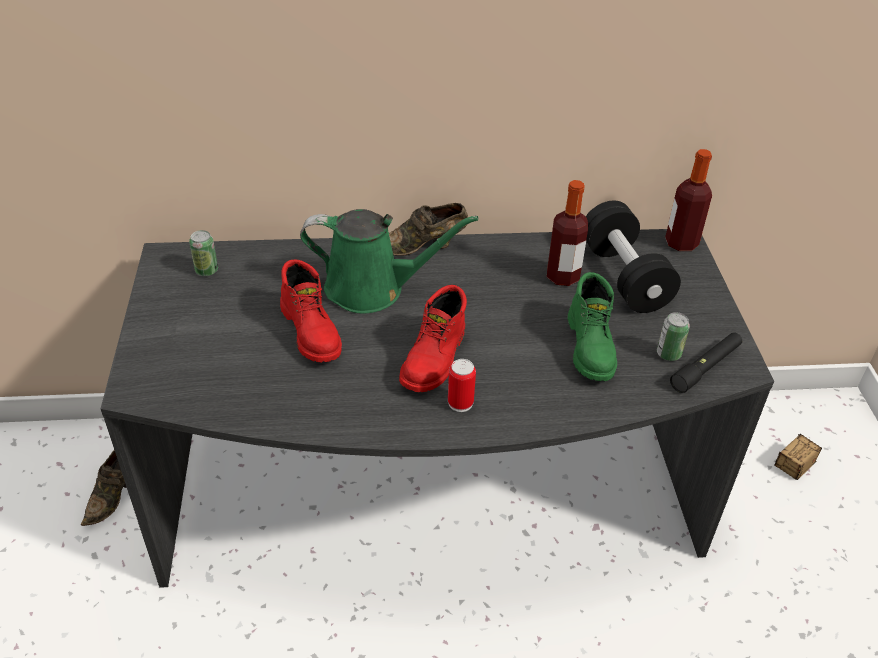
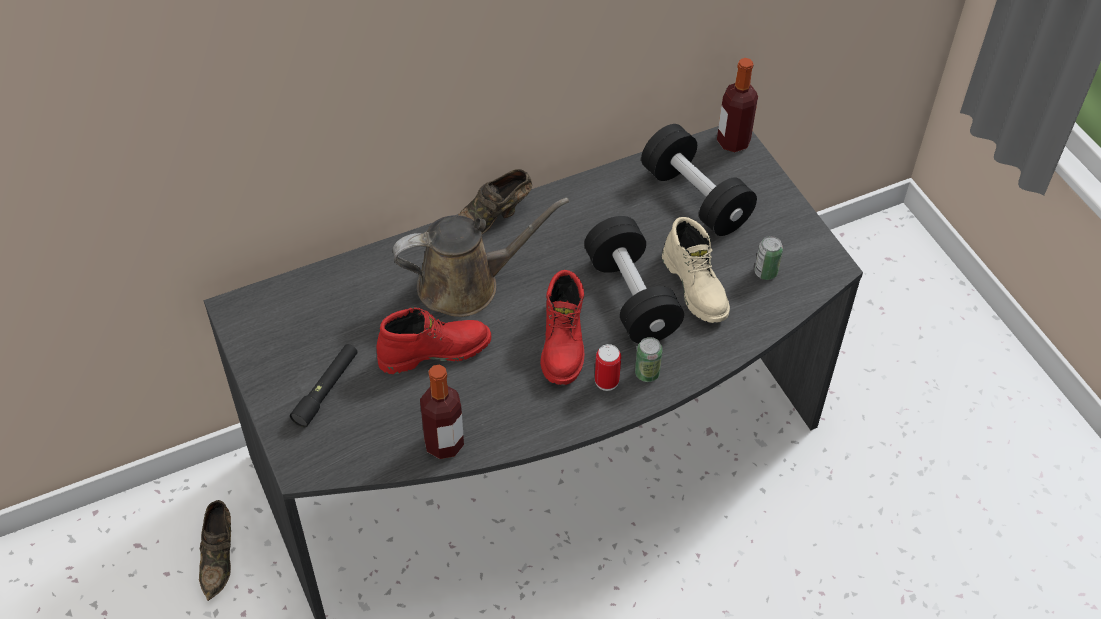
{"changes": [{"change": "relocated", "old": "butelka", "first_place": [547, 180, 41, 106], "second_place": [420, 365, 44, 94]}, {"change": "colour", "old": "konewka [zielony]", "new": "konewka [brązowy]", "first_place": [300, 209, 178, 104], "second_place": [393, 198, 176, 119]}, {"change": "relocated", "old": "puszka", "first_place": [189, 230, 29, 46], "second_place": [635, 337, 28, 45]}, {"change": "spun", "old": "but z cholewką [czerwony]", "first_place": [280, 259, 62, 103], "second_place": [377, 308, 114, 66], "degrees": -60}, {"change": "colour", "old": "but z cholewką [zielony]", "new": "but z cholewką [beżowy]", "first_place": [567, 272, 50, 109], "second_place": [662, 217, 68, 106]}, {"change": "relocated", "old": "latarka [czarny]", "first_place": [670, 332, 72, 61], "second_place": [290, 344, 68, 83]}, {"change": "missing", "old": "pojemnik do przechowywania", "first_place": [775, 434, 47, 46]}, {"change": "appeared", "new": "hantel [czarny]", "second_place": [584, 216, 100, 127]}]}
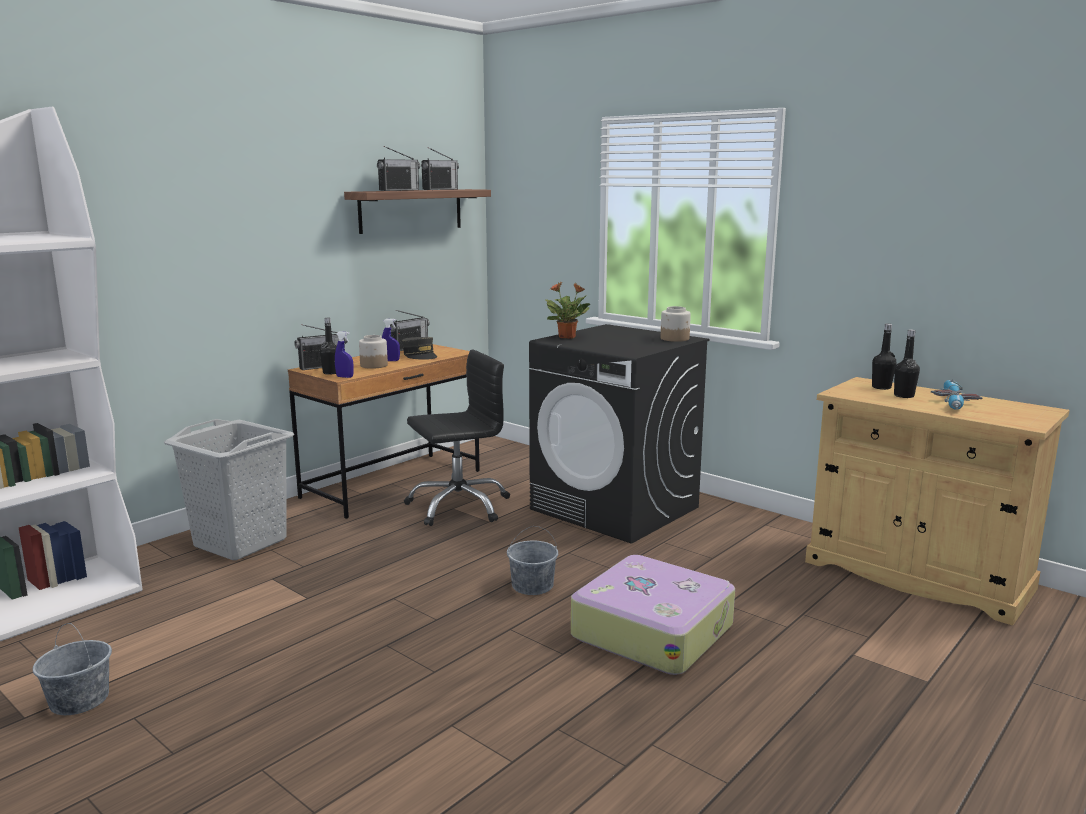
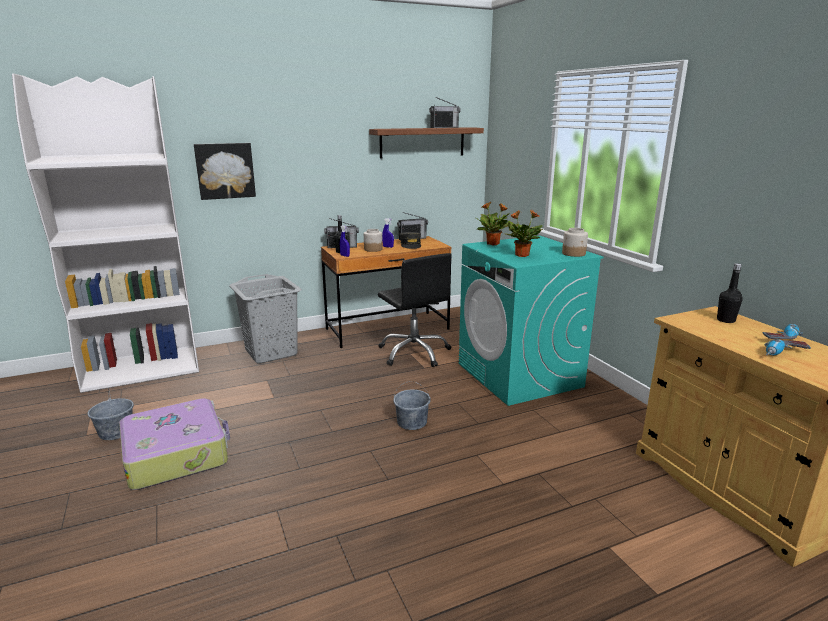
{"changes": [{"change": "missing", "old": "radio", "first_place": [377, 146, 43, 45]}, {"change": "colour", "old": "pralka [czarny]", "new": "pralka [turkusowy]", "first_place": [529, 324, 181, 220], "second_place": [459, 236, 145, 170]}, {"change": "missing", "old": "butelka [czarny]", "first_place": [894, 330, 26, 68]}, {"change": "spun", "old": "krzesło biurowe [czarny]", "first_place": [404, 350, 106, 176], "second_place": [378, 253, 74, 114], "degrees": 60}, {"change": "relocated", "old": "walizka", "first_place": [571, 555, 164, 120], "second_place": [119, 398, 111, 92]}, {"change": "appeared", "new": "obraz", "second_place": [194, 143, 62, 57]}, {"change": "appeared", "new": "roślina doniczkowa", "second_place": [506, 210, 37, 47]}]}
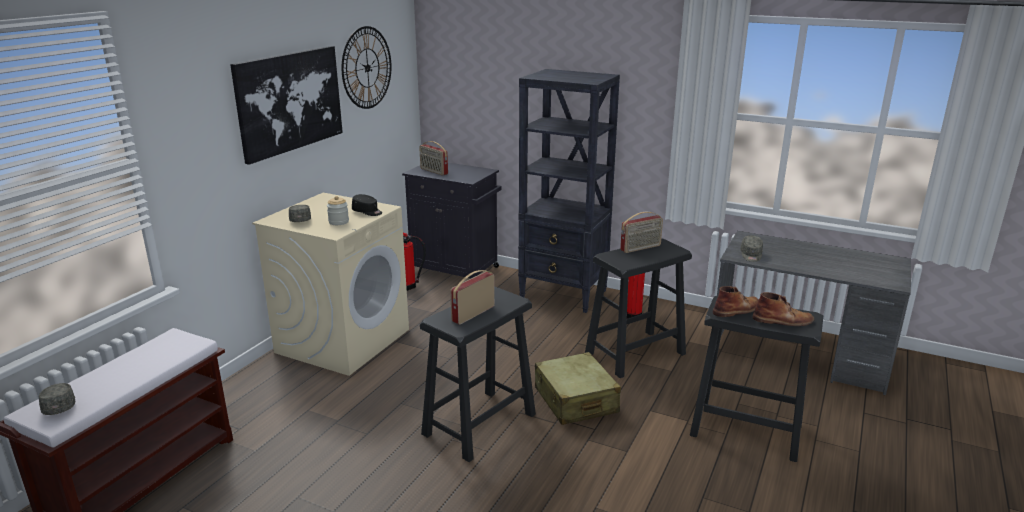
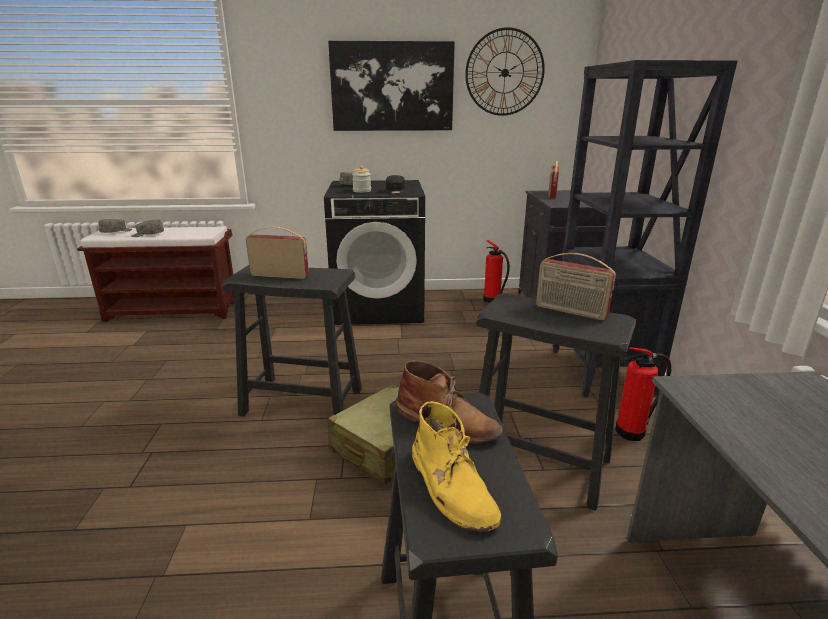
{"changes": [{"change": "colour", "old": "pralka [beżowy]", "new": "pralka [czarny]", "first_place": [252, 193, 157, 183], "second_place": [324, 180, 101, 145]}, {"change": "relocated", "old": "czapka z daszkiem [szary]", "first_place": [740, 235, 23, 27], "second_place": [131, 219, 33, 18]}, {"change": "colour", "old": "but z cholewką [brązowy]", "new": "but z cholewką [żółty]", "first_place": [753, 292, 62, 34], "second_place": [412, 401, 89, 131]}]}
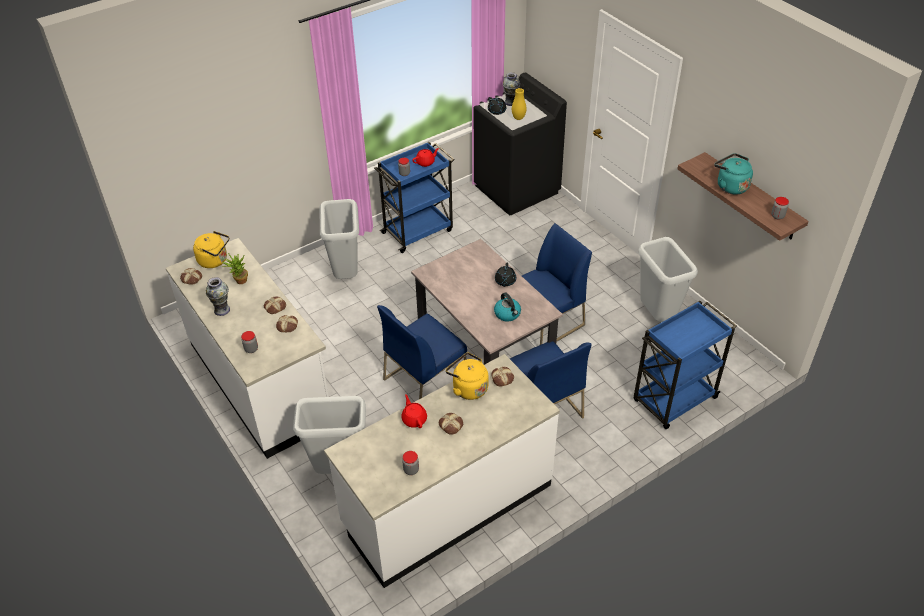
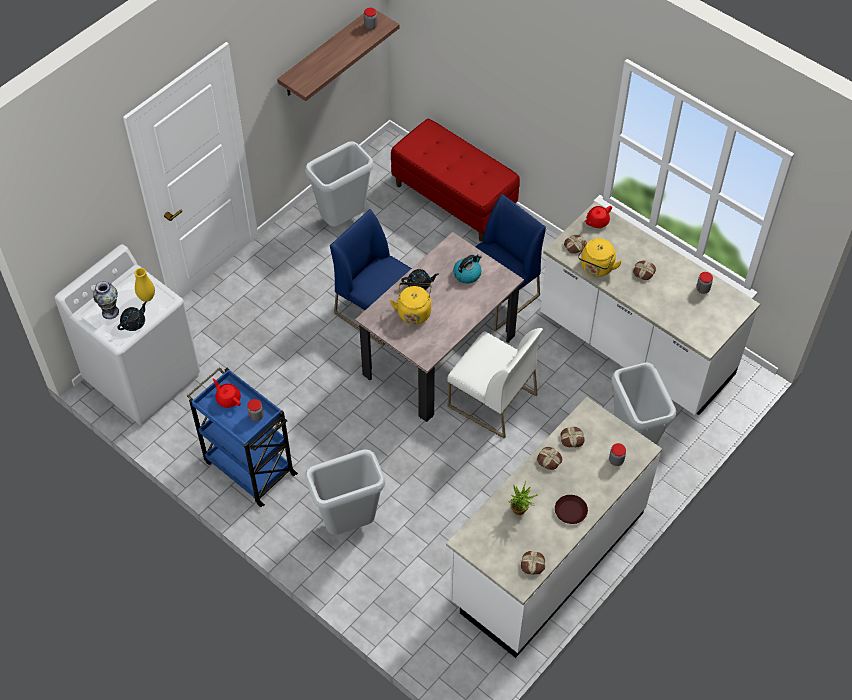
{"changes": [{"change": "colour", "old": "pralka [czarny]", "new": "pralka [biały]", "first_place": [474, 73, 93, 142], "second_place": [54, 244, 146, 181]}, {"change": "missing", "old": "czajnik [turkusowy]", "first_place": [714, 153, 39, 42]}, {"change": "relocated", "old": "czajnik [żółty]", "first_place": [193, 231, 36, 37], "second_place": [390, 282, 41, 43]}, {"change": "exchanged", "old": "wazon", "new": "talerz [brązowy]", "first_place": [206, 277, 24, 39], "second_place": [555, 495, 33, 29]}, {"change": "exchanged", "old": "wózek [niebieski]", "new": "ławka [czerwony]", "first_place": [633, 301, 104, 128], "second_place": [391, 119, 129, 123]}, {"change": "colour", "old": "krzesło [niebieski]", "new": "krzesło [biały]", "first_place": [377, 305, 90, 94], "second_place": [447, 328, 96, 111]}, {"change": "relocated", "old": "imbryk [czerwony]", "first_place": [401, 394, 26, 34], "second_place": [584, 206, 28, 22]}]}
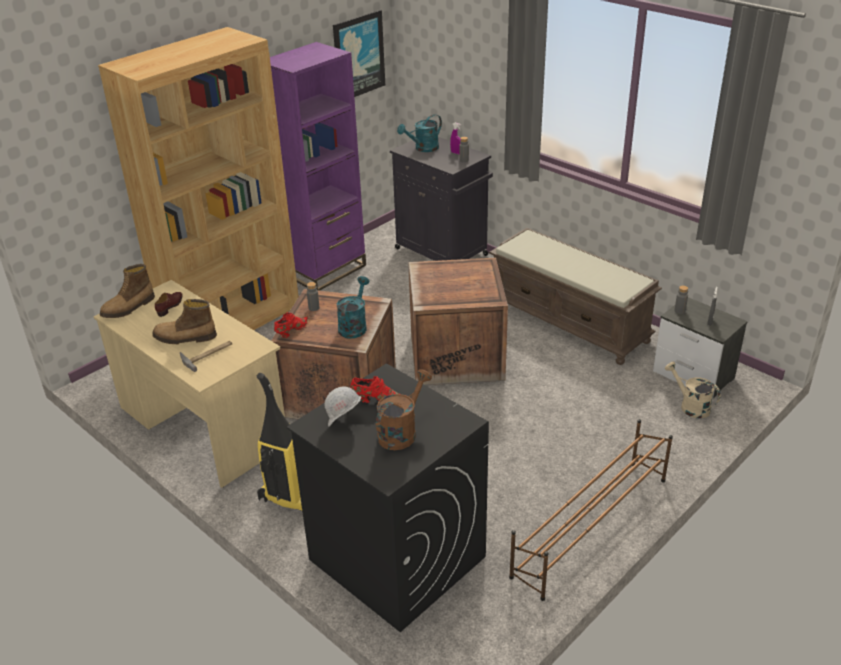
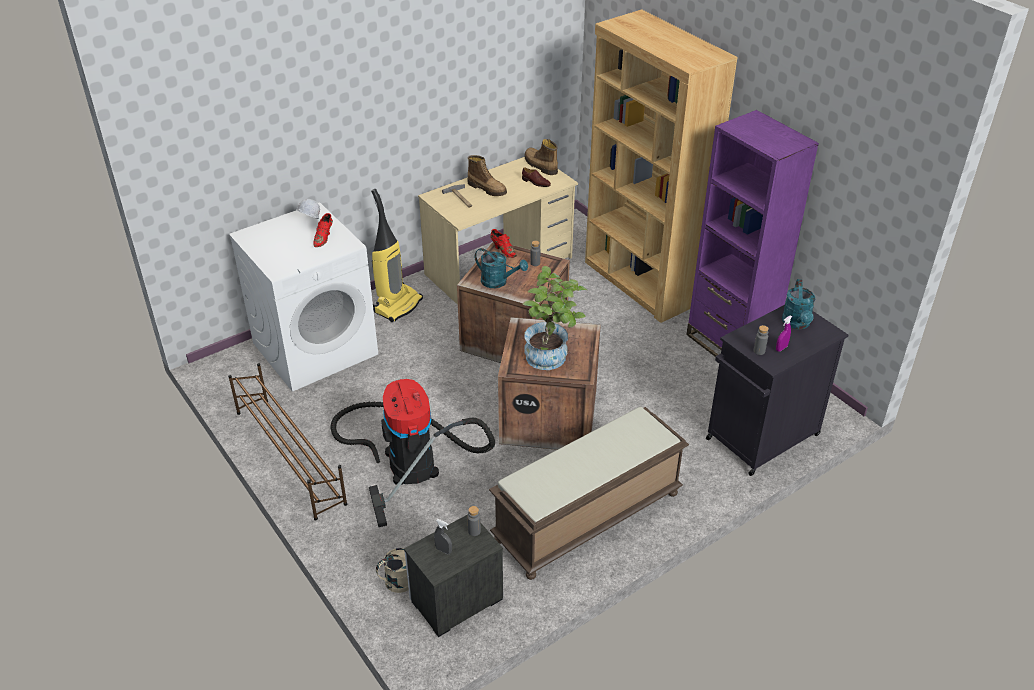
{"changes": [{"change": "missing", "old": "obraz", "first_place": [333, 10, 52, 87]}, {"change": "spun", "old": "konewka [turkusowy]", "first_place": [397, 114, 45, 38], "second_place": [782, 279, 33, 51], "degrees": -150}, {"change": "spun", "old": "but z cholewką", "first_place": [152, 299, 65, 45], "second_place": [468, 155, 39, 41], "degrees": 120}, {"change": "colour", "old": "pralka [czarny]", "new": "pralka [biały]", "first_place": [287, 364, 202, 268], "second_place": [229, 202, 149, 190]}, {"change": "missing", "old": "konewka [brązowy]", "first_place": [376, 369, 56, 81]}, {"change": "appeared", "new": "roślina doniczkowa", "second_place": [523, 266, 64, 104]}, {"change": "appeared", "new": "odkurzacz", "second_place": [330, 379, 165, 148]}]}
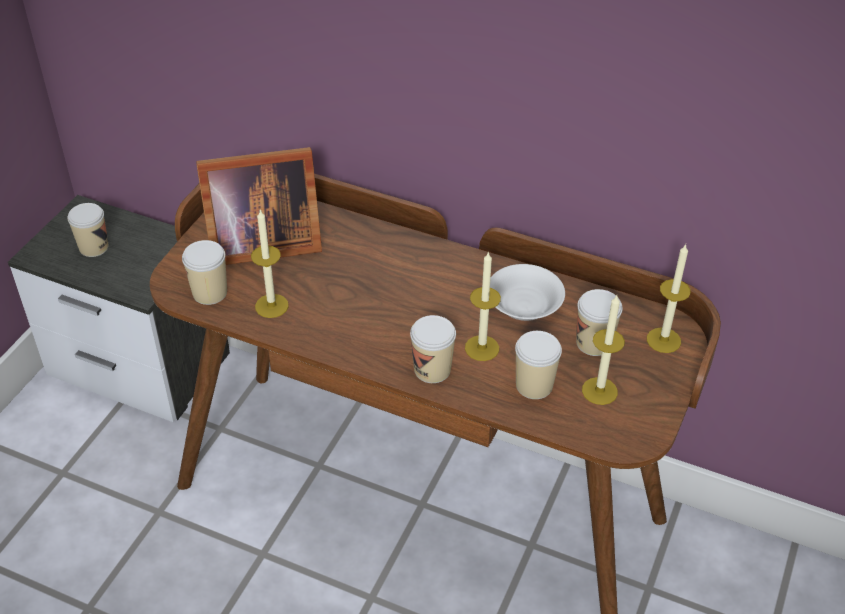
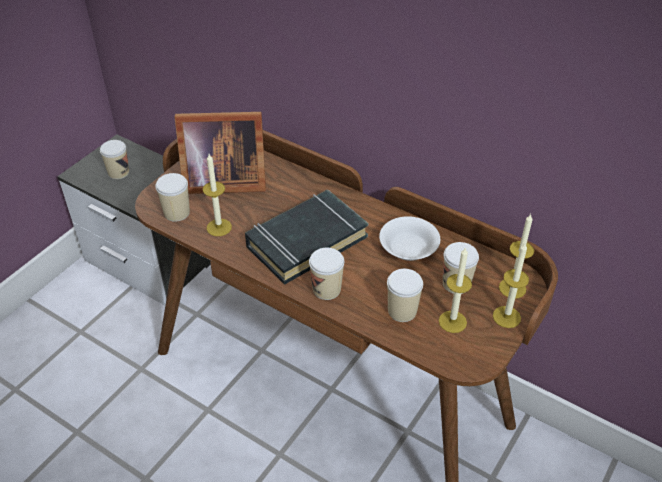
{"changes": [{"change": "relocated", "old": "świeca", "first_place": [465, 251, 36, 110], "second_place": [493, 243, 36, 85]}, {"change": "appeared", "new": "książka [czarny]", "second_place": [245, 190, 123, 95]}]}
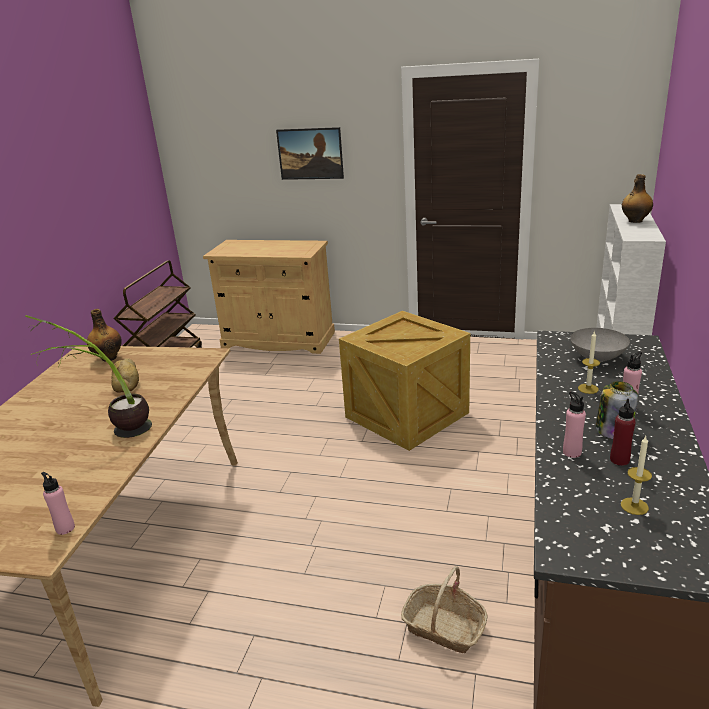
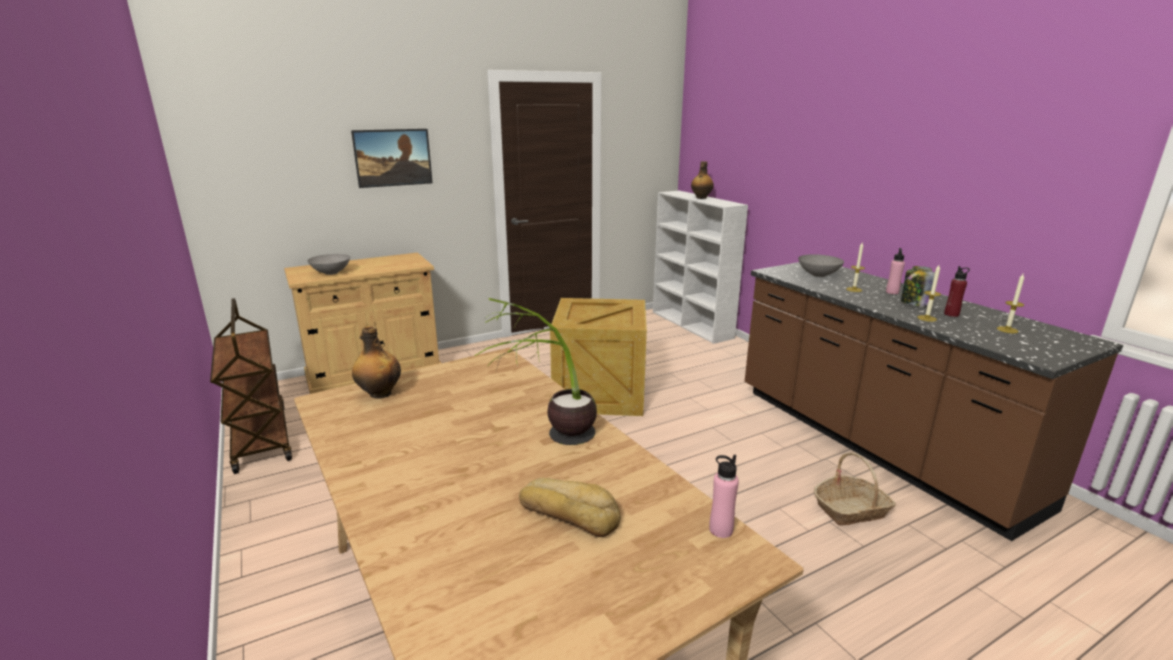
{"changes": [{"change": "relocated", "old": "chleb", "first_place": [111, 359, 28, 33], "second_place": [519, 478, 102, 59]}, {"change": "exchanged", "old": "butelka [różowy]", "new": "świeca", "first_place": [563, 392, 23, 66], "second_place": [917, 265, 24, 57]}, {"change": "appeared", "new": "miska [szary]", "second_place": [308, 254, 42, 21]}]}
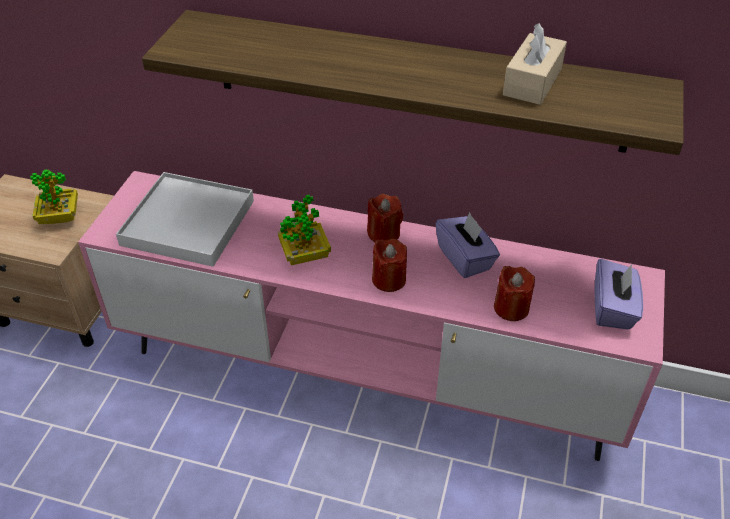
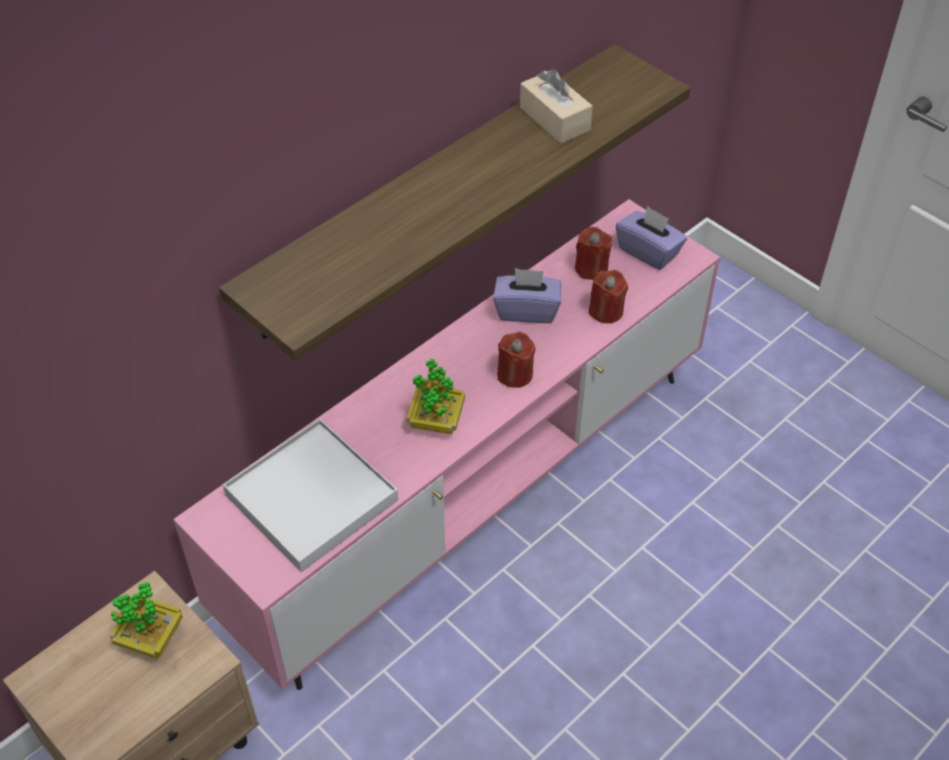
{"changes": [{"change": "relocated", "old": "świeca [czerwony]", "first_place": [367, 194, 36, 48], "second_place": [575, 227, 37, 53]}]}
